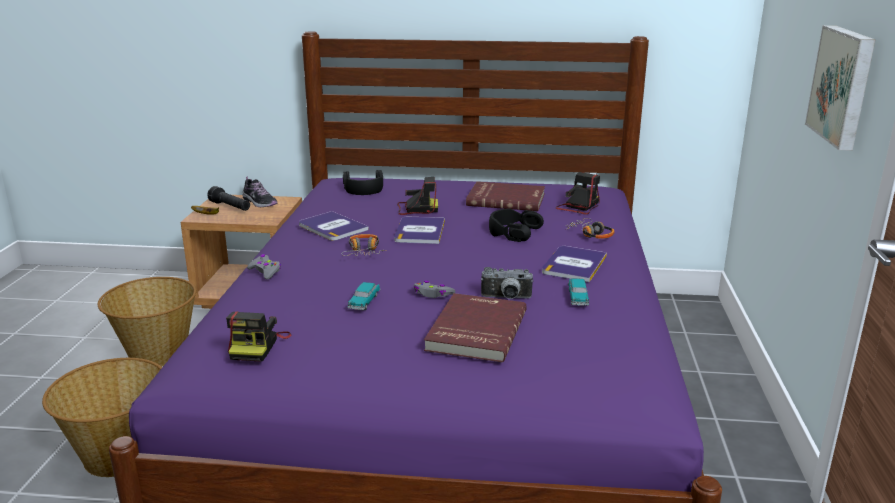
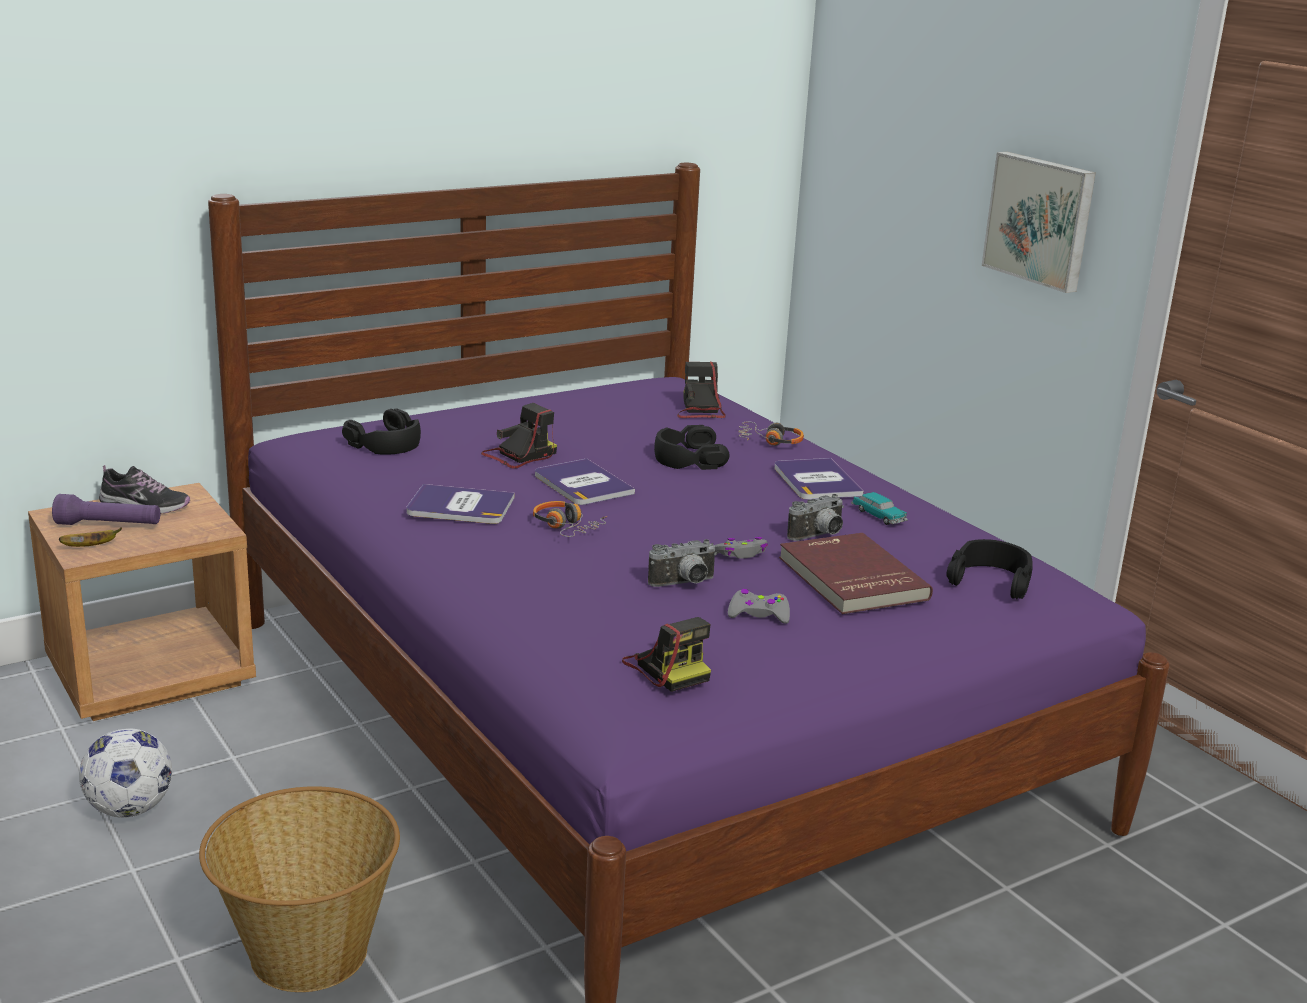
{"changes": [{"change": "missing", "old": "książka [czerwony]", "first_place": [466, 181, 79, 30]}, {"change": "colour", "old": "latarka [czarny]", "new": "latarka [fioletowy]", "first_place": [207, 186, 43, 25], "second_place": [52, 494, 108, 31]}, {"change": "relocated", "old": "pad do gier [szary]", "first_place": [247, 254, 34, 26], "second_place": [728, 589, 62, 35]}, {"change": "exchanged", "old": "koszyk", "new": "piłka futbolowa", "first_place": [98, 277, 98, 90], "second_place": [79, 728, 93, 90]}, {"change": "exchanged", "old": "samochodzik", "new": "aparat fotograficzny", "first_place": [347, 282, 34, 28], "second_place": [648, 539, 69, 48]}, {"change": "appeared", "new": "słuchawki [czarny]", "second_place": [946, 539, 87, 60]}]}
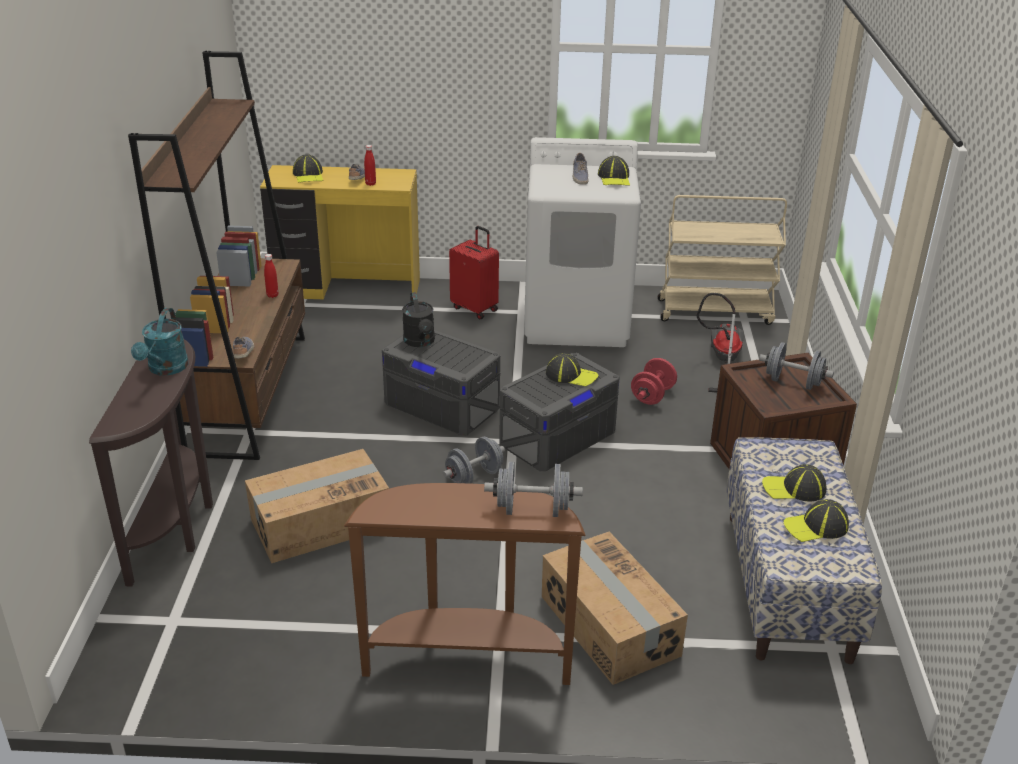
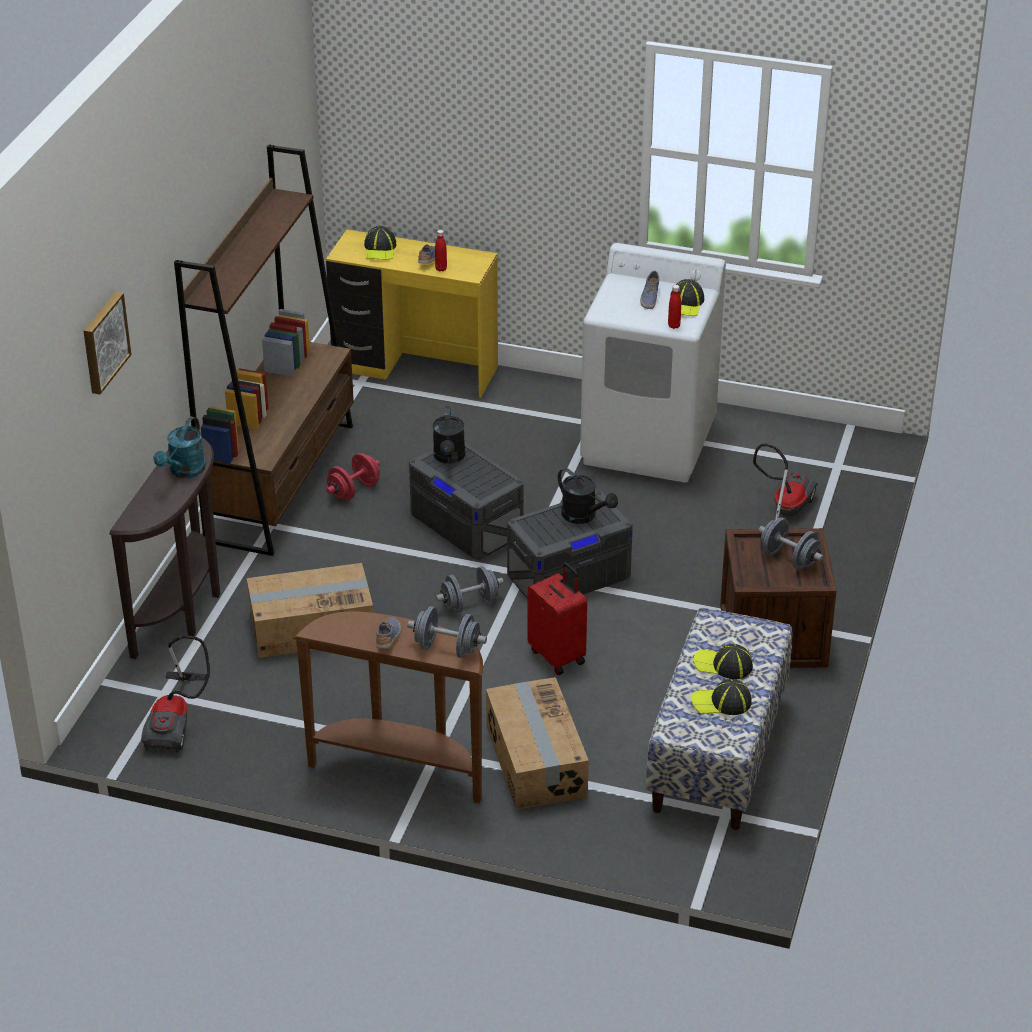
{"changes": [{"change": "missing", "old": "wózek [beżowy]", "first_place": [658, 195, 129, 130]}, {"change": "relocated", "old": "walizka [czerwony]", "first_place": [449, 226, 50, 93], "second_place": [527, 562, 60, 113]}, {"change": "relocated", "old": "butelka [czerwony]", "first_place": [264, 254, 15, 44], "second_place": [668, 285, 13, 44]}, {"change": "relocated", "old": "but", "first_place": [233, 337, 21, 22], "second_place": [376, 617, 25, 32]}, {"change": "exchanged", "old": "czapka z daszkiem", "new": "konewka [czarny]", "first_place": [546, 353, 52, 33], "second_place": [558, 468, 60, 56]}, {"change": "relocated", "old": "hantel [czerwony]", "first_place": [631, 358, 46, 47], "second_place": [326, 453, 54, 47]}, {"change": "appeared", "new": "obraz", "second_place": [83, 292, 48, 103]}, {"change": "appeared", "new": "odkurzacz", "second_place": [141, 635, 69, 117]}]}
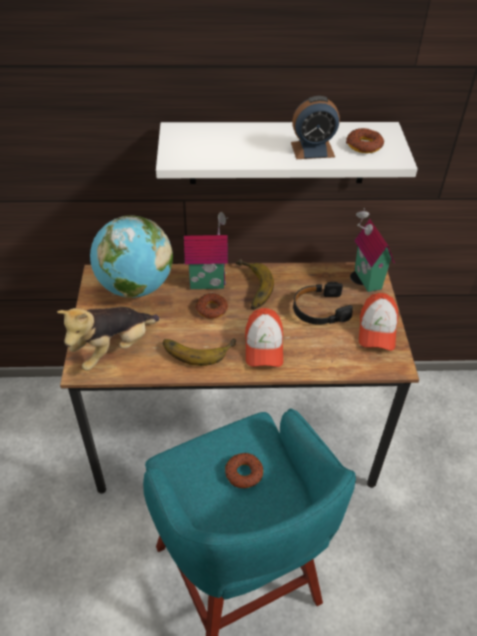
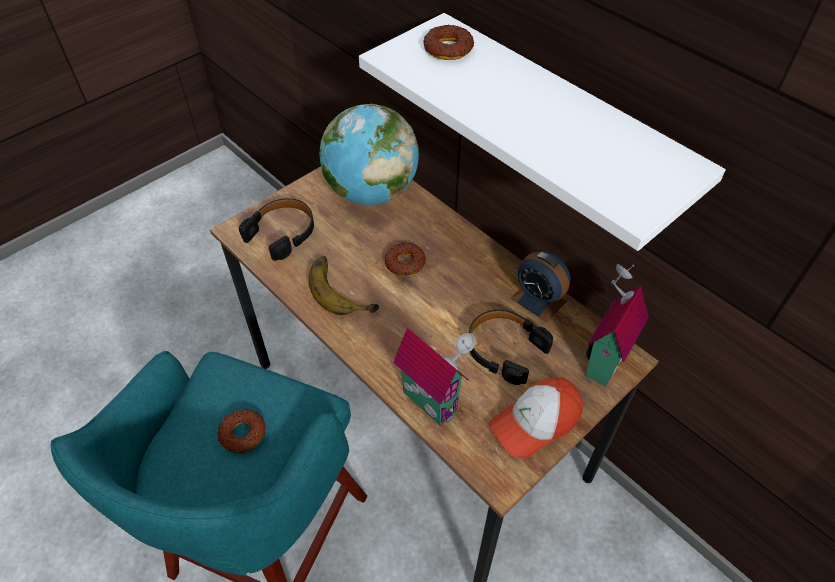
{"changes": [{"change": "relocated", "old": "budzik", "first_place": [291, 96, 49, 63], "second_place": [511, 251, 60, 71]}, {"change": "relocated", "old": "donut", "first_place": [346, 128, 38, 25], "second_place": [423, 25, 51, 35]}, {"change": "relocated", "old": "domek", "first_place": [184, 212, 44, 77], "second_place": [393, 328, 83, 98]}, {"change": "missing", "old": "banan", "first_place": [235, 259, 39, 51]}, {"change": "exchanged", "old": "pluszak", "new": "słuchawki [czarny]", "first_place": [57, 307, 102, 64], "second_place": [239, 198, 75, 63]}, {"change": "missing", "old": "czapka z daszkiem", "first_place": [245, 308, 38, 59]}]}
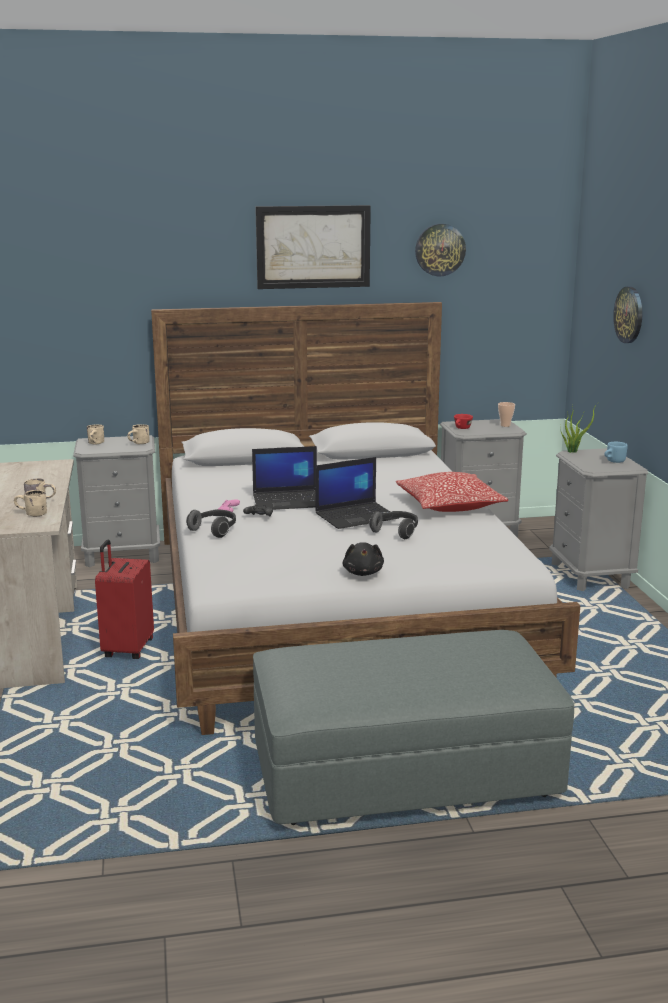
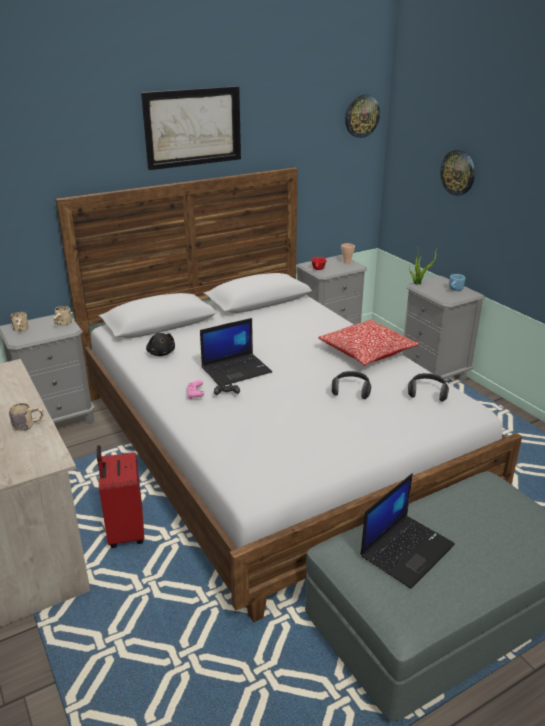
{"changes": [{"change": "relocated", "old": "zegar ścienny", "first_place": [415, 224, 51, 52], "second_place": [345, 94, 35, 44]}, {"change": "relocated", "old": "laptop", "first_place": [315, 457, 84, 72], "second_place": [360, 473, 95, 116]}, {"change": "missing", "old": "kubek [beżowy]", "first_place": [14, 490, 33, 26]}, {"change": "relocated", "old": "słuchawki", "first_place": [186, 510, 50, 28], "second_place": [408, 373, 41, 29]}, {"change": "relocated", "old": "pluszak [czarny]", "first_place": [343, 542, 41, 34], "second_place": [146, 333, 29, 23]}]}
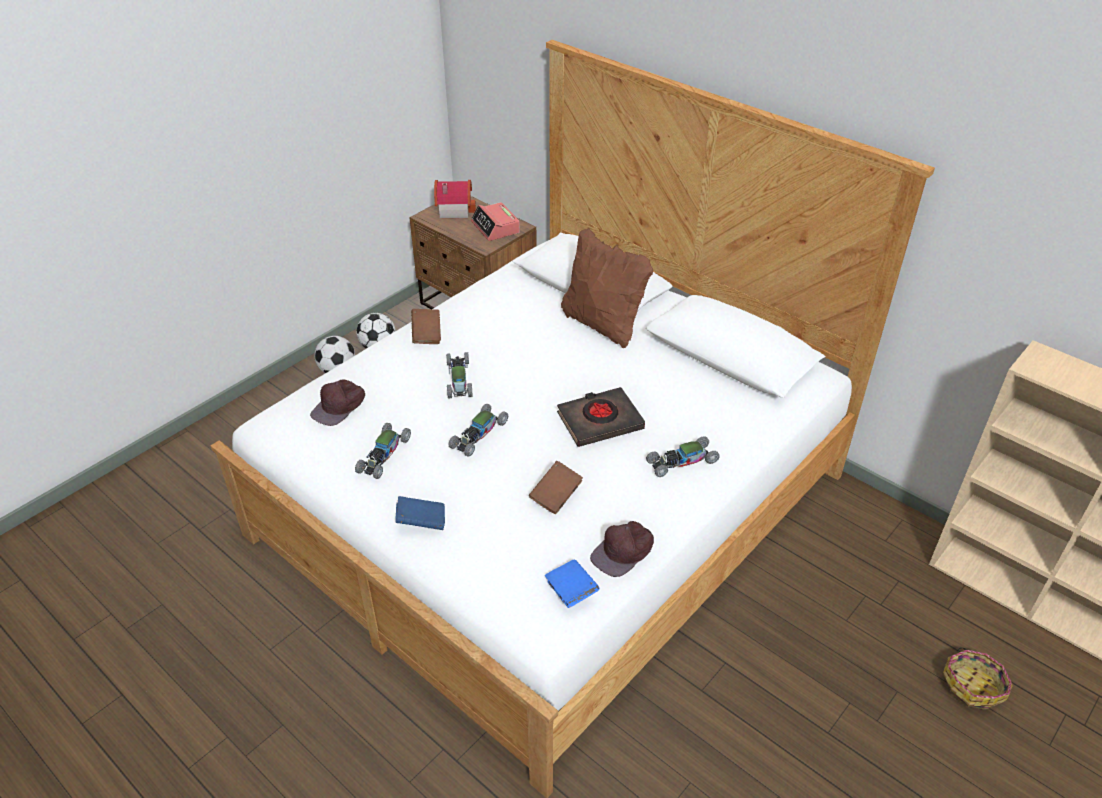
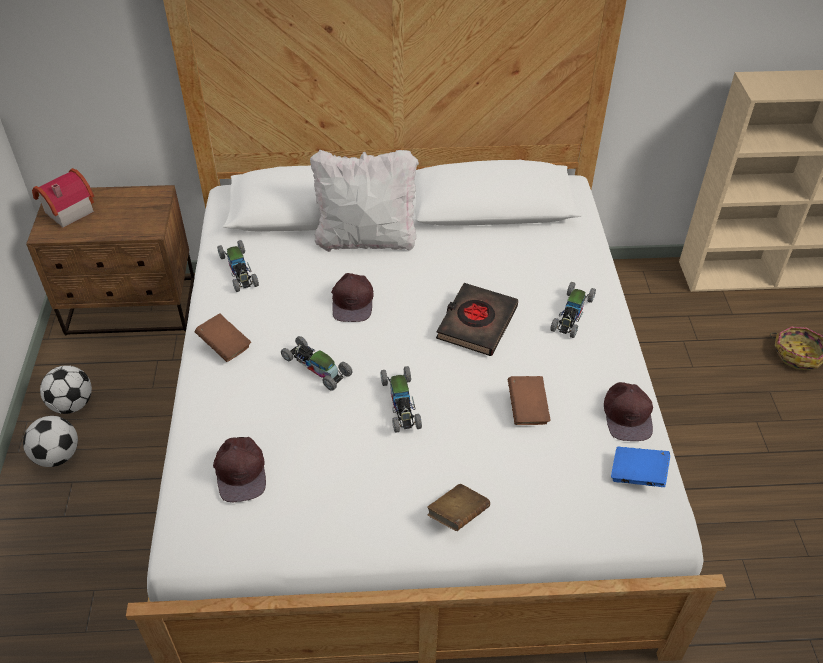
{"changes": [{"change": "missing", "old": "budzik", "first_place": [471, 202, 49, 39]}, {"change": "colour", "old": "poduszka [brązowy]", "new": "poduszka [biały]", "first_place": [561, 228, 92, 120], "second_place": [310, 150, 109, 102]}, {"change": "relocated", "old": "samochodzik", "first_place": [355, 423, 56, 56], "second_place": [217, 240, 42, 52]}, {"change": "colour", "old": "książka [niebieski]", "new": "książka [brązowy]", "first_place": [395, 496, 50, 34], "second_place": [427, 484, 63, 47]}, {"change": "appeared", "new": "czapka z daszkiem [brązowy]", "second_place": [331, 273, 43, 49]}]}
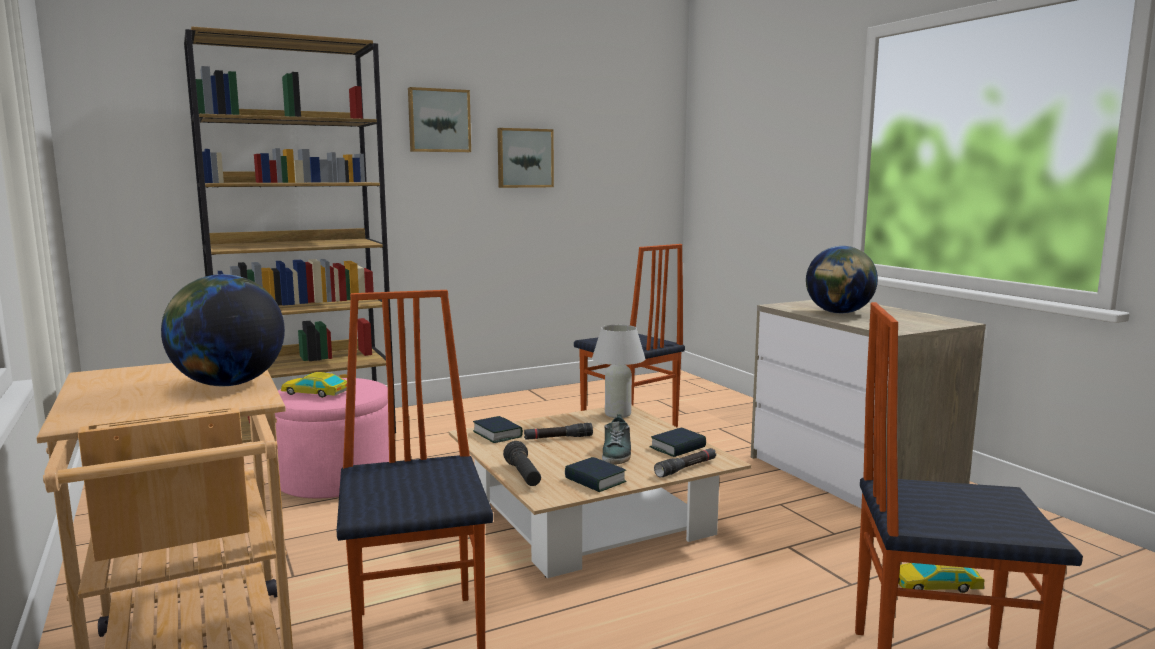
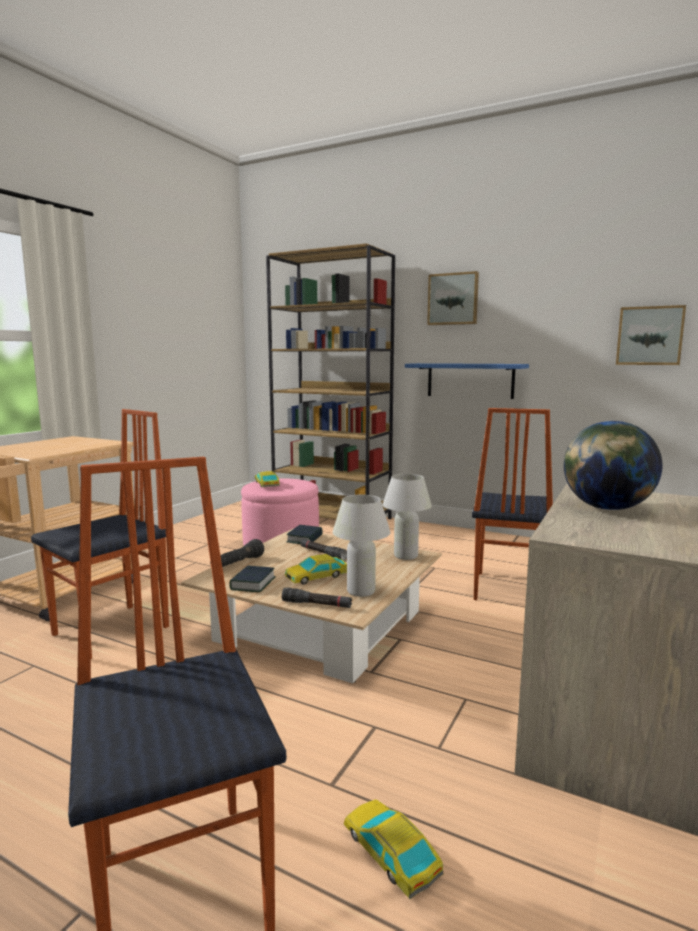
{"changes": [{"change": "relocated", "old": "obraz", "first_place": [497, 128, 57, 60], "second_place": [616, 305, 70, 60]}, {"change": "missing", "old": "globus", "first_place": [161, 274, 124, 112]}, {"change": "exchanged", "old": "but", "new": "samochodzik", "first_place": [602, 414, 29, 51], "second_place": [285, 554, 62, 31]}, {"change": "exchanged", "old": "książka", "new": "lampa stołowa [biały]", "first_place": [650, 427, 56, 30], "second_place": [333, 495, 58, 102]}, {"change": "appeared", "new": "półka [niebieski]", "second_place": [405, 363, 124, 36]}]}
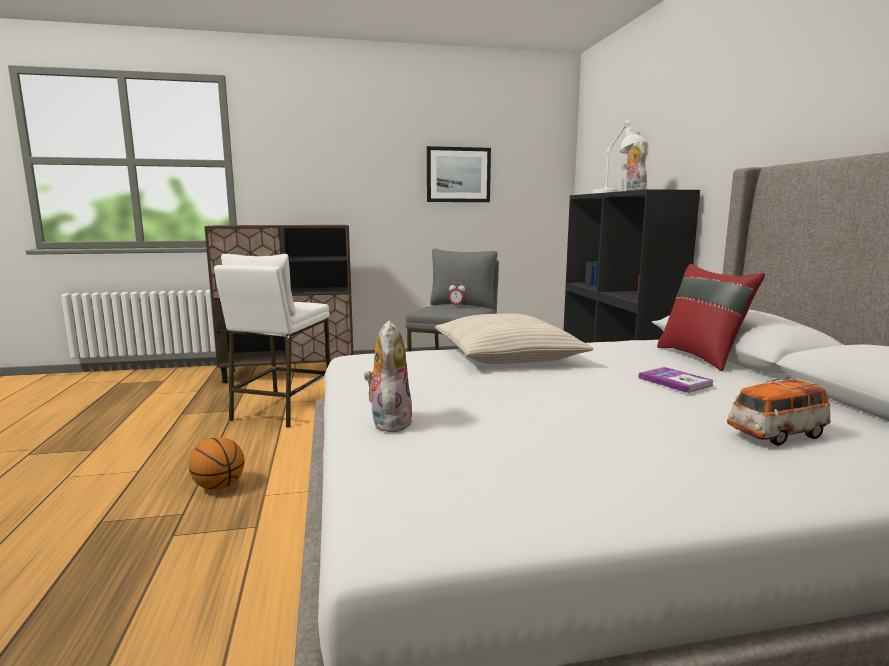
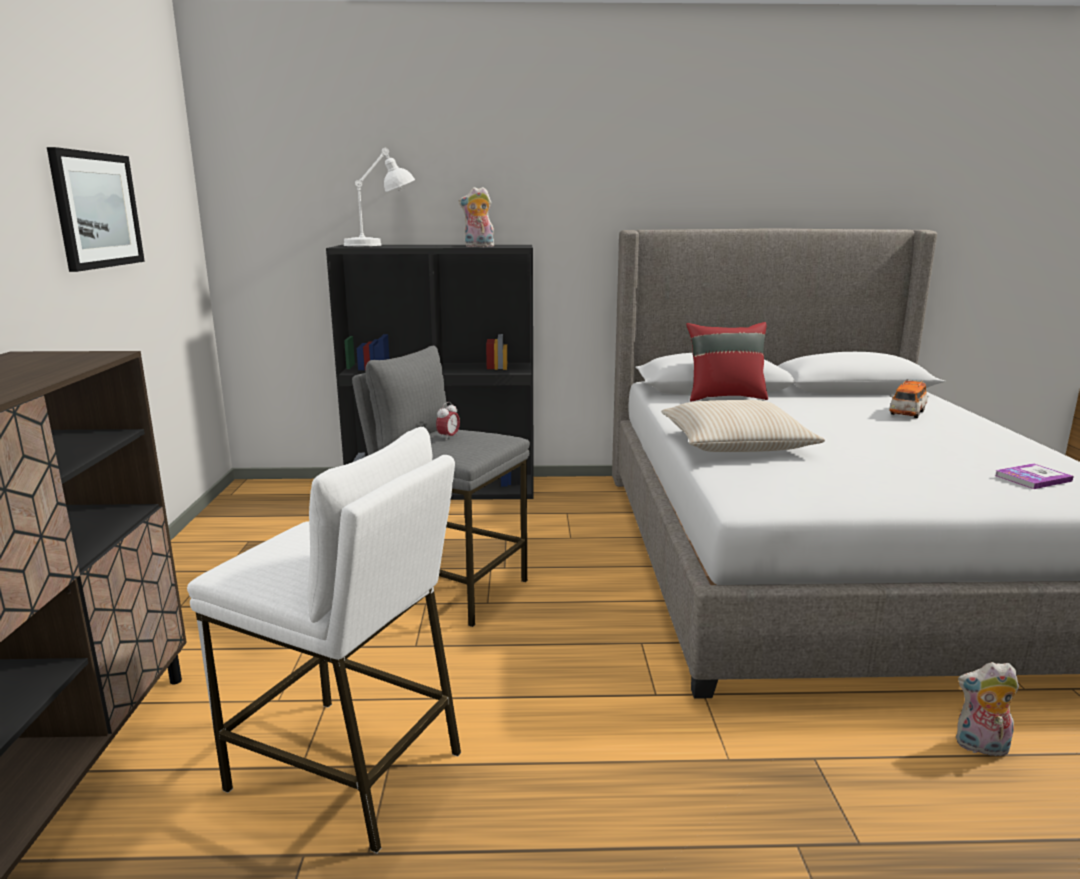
{"changes": [{"change": "relocated", "old": "pluszak", "first_place": [364, 320, 49, 112], "second_place": [956, 662, 63, 94]}, {"change": "relocated", "old": "książka", "first_place": [638, 367, 75, 26], "second_place": [995, 463, 79, 26]}, {"change": "spun", "old": "samochodzik", "first_place": [727, 376, 104, 70], "second_place": [889, 379, 38, 39], "degrees": 45}, {"change": "missing", "old": "piłka do koszykówki", "first_place": [189, 437, 55, 53]}]}
